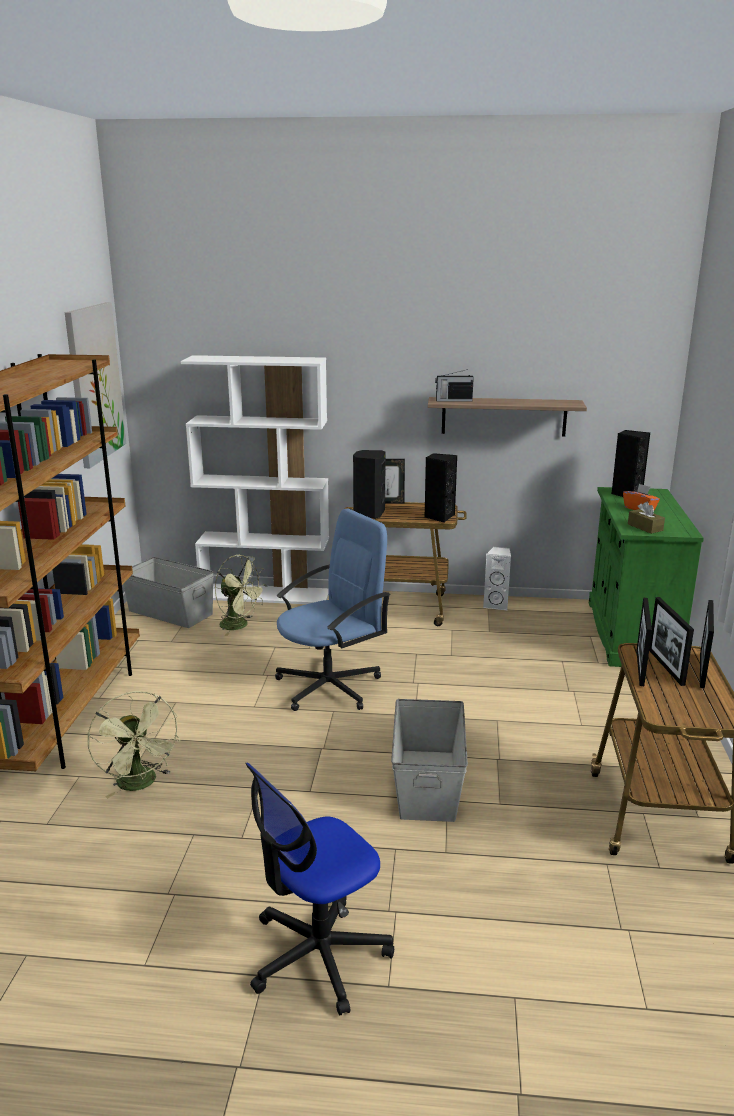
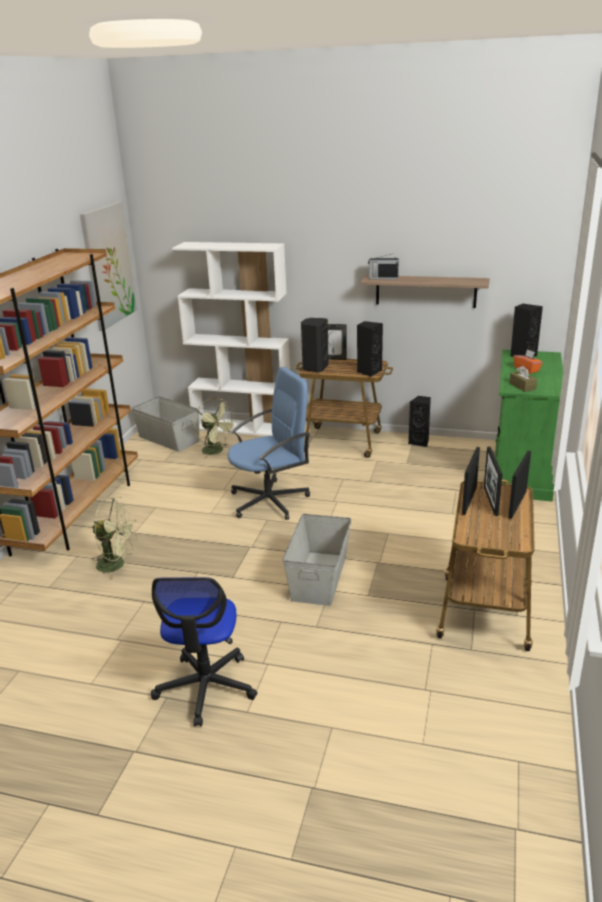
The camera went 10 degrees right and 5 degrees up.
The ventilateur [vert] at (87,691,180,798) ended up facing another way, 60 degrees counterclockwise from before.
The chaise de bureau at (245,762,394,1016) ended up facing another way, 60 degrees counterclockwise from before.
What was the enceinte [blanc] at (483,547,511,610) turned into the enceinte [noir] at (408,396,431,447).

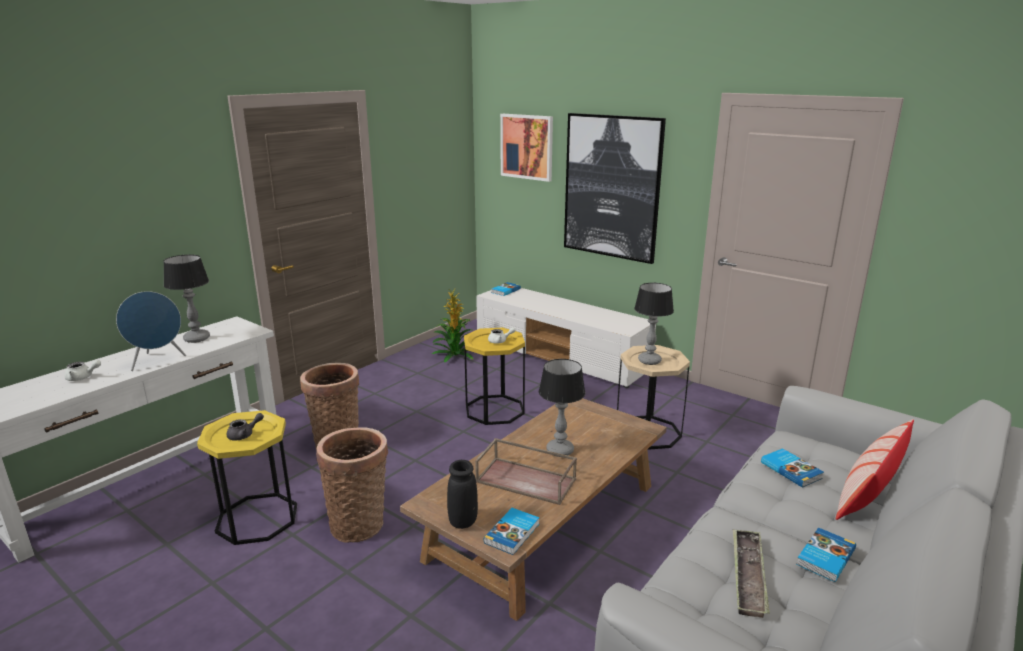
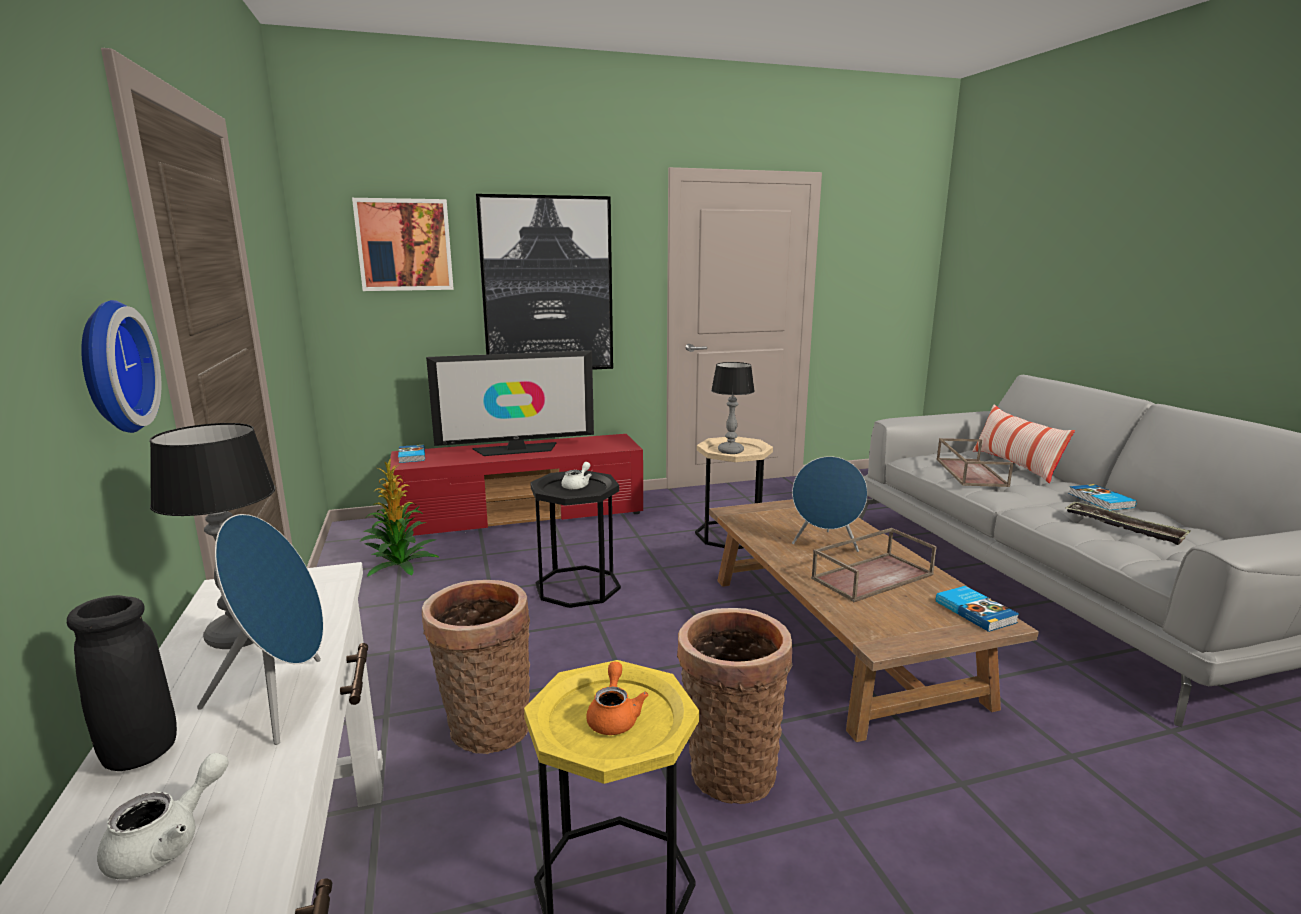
The camera went 55 degrees left and 5 degrees down.
The vase [noir] ended up elsewhere, having gone from (447,460,478,529) to (67,595,177,771).
The second view gained the horloge murale at (81,300,161,433).
What was the meuble télé [blanc] at (476,288,656,388) turned into the meuble télé [rouge] at (390,434,643,536).
The second view gained the téléviseur at (426,350,594,456).
What was the table d'appoint [jaune] at (464,328,525,425) turned into the table d'appoint [noir] at (530,470,621,608).
What was the théière [gris] at (227,413,264,441) turned into the théière [orange] at (586,662,648,735).
Where the lampe de table stood at (539,359,585,457), the enceinte [bleu] came to stand at (792,456,868,552).
Where the livre stood at (761,448,824,488), the plateau [marron] came to stand at (936,438,1013,487).

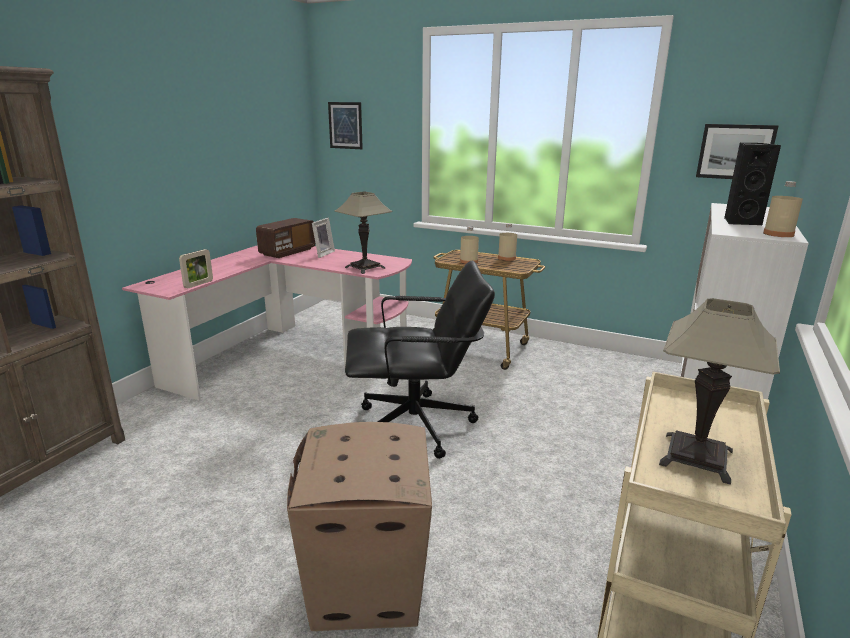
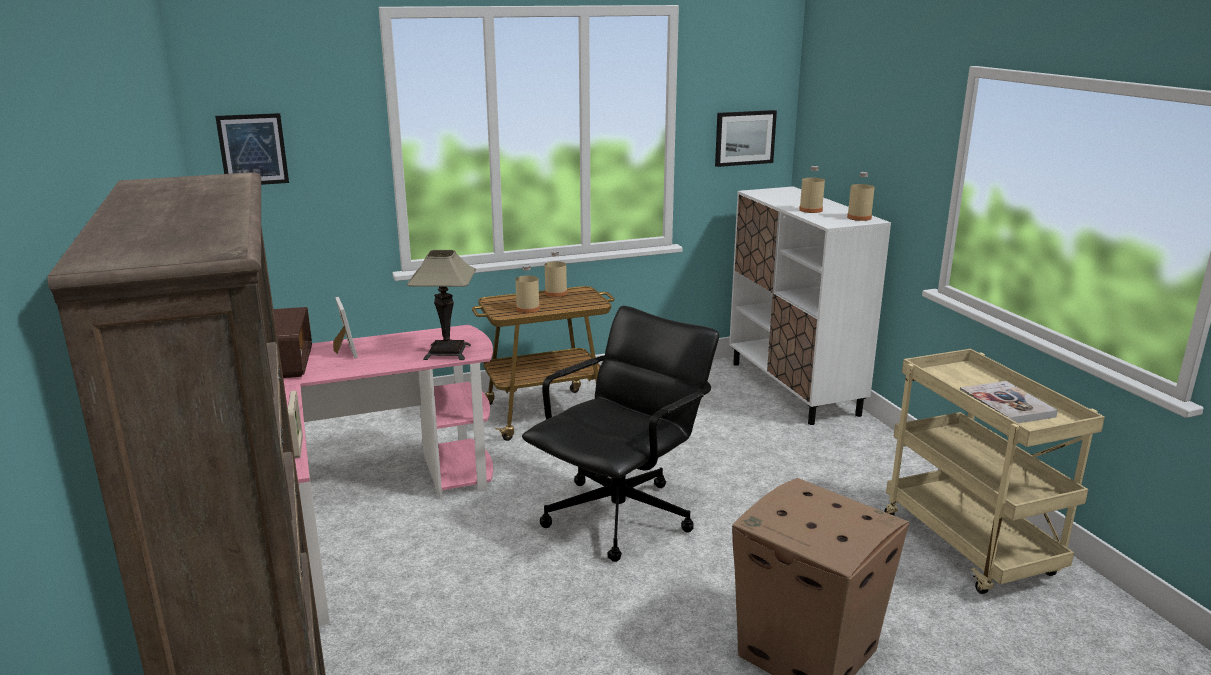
The camera went 45 degrees left and 0 degrees up.
Where the enceinte [noir] stood at (724,143,781,225), the bouteille [beige] came to stand at (799,166,825,213).
Where the lampe de table stood at (659,298,780,485), the livre came to stand at (960,381,1058,423).

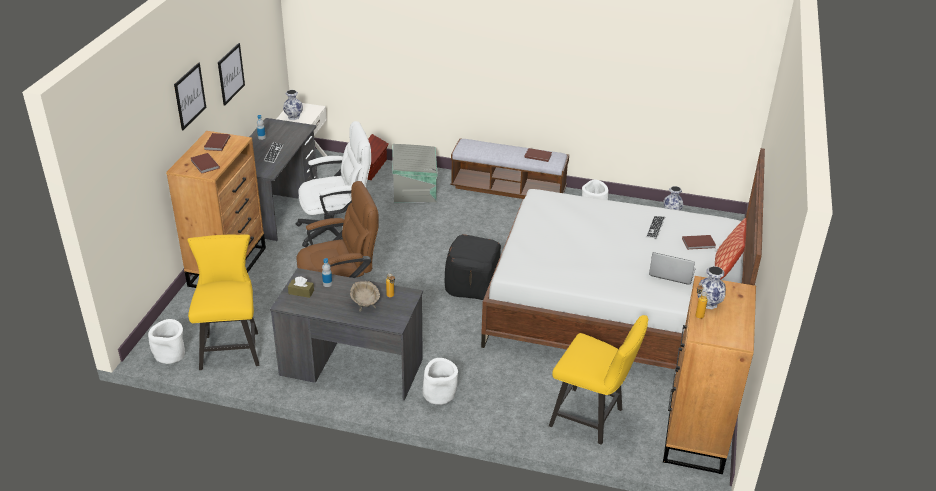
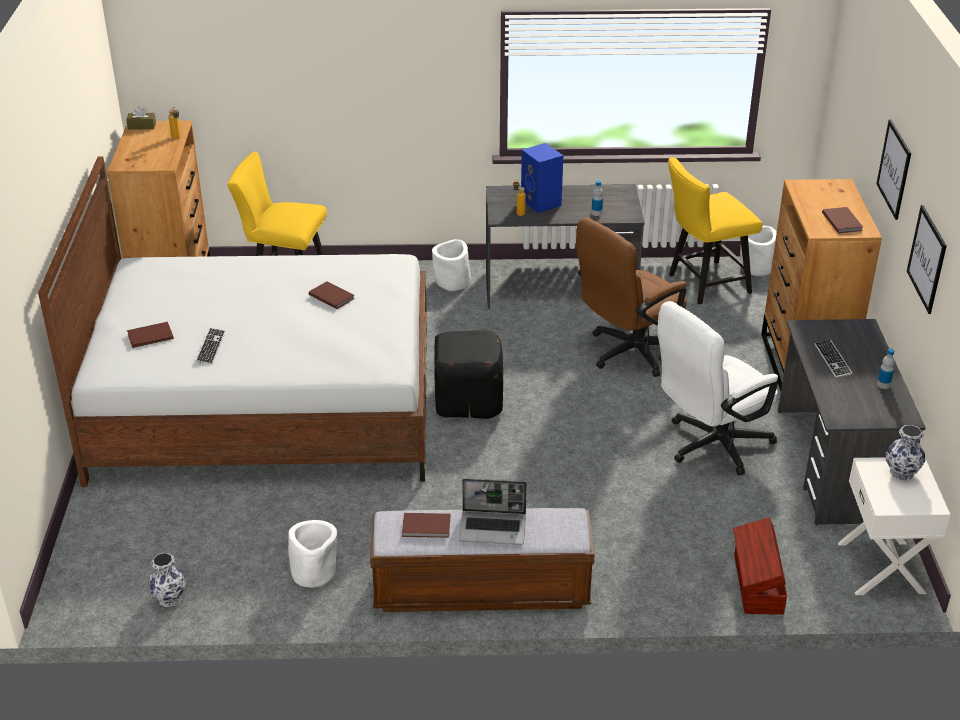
The camera went 165 degrees right and 0 degrees up.
The boîte à mouchoirs [marron] ended up elsewhere, having gone from (288,276,314,298) to (126,106,156,130).
The livre [marron] ended up elsewhere, having gone from (191,153,220,174) to (309,281,354,309).
The ordinateur portable ended up elsewhere, having gone from (649,252,695,285) to (459,478,527,545).
Where the bol [beige] stood at (350,281,380,312), the enceinte [bleu] came to stand at (521,143,563,213).
The chaise [jaune] at (187,235,259,370) ended up facing another way, 90 degrees clockwise from before.
The second view lost the boîte de rangement [gris] at (392,144,437,203).
The second view lost the vase at (697,266,726,309).
The second view lost the coussin at (715,218,747,280).

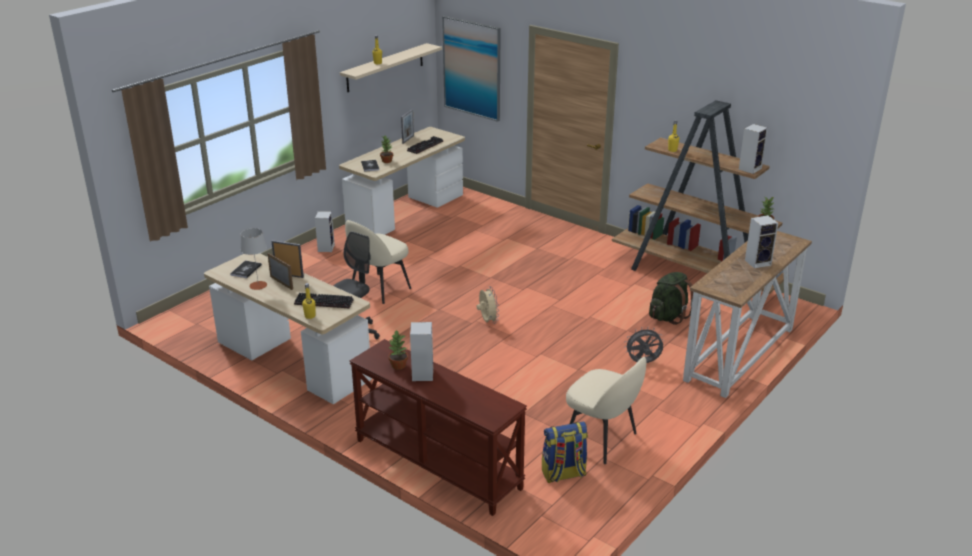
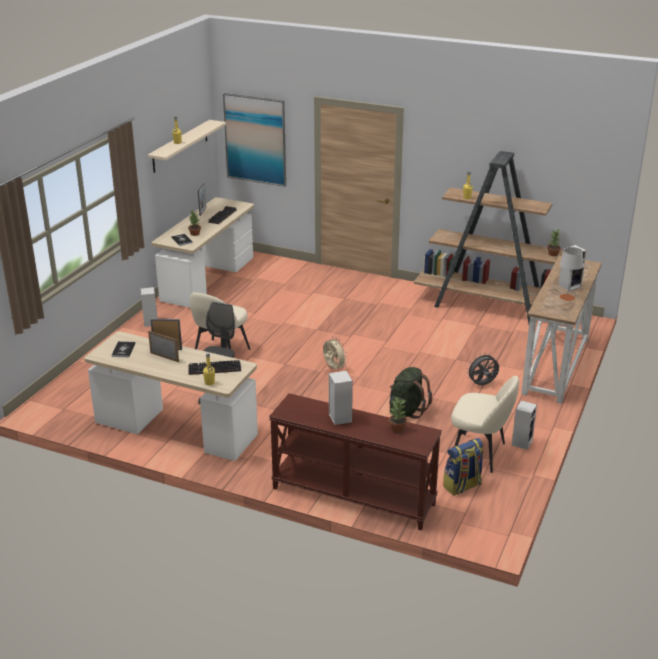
The camera went 15 degrees left and 0 degrees up.
The sac à dos [vert] ended up elsewhere, having gone from (649,272,693,325) to (389,367,432,419).
The plante en pot ended up elsewhere, having gone from (388,330,408,370) to (389,397,407,432).
The enceinte ended up elsewhere, having gone from (739,124,768,174) to (512,400,537,450).
The lampe de table [gris] ended up elsewhere, having gone from (240,228,267,290) to (559,247,583,301).

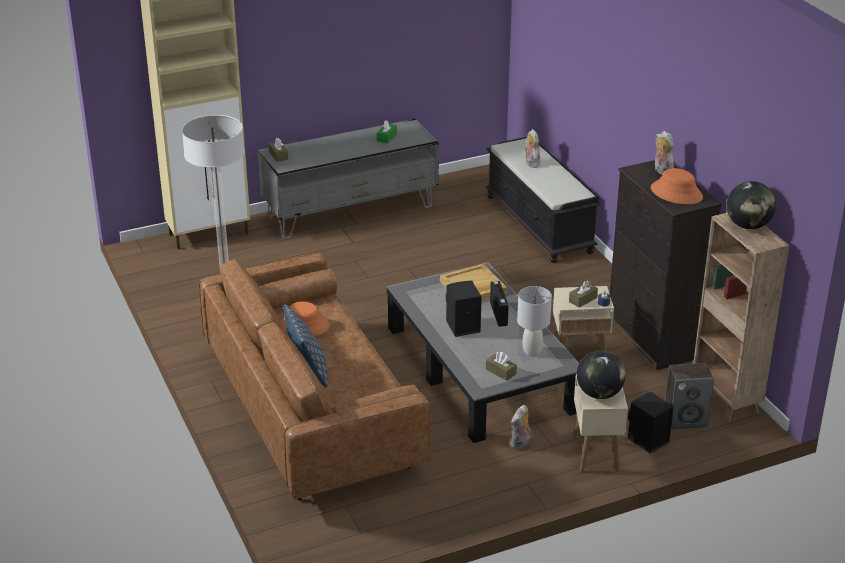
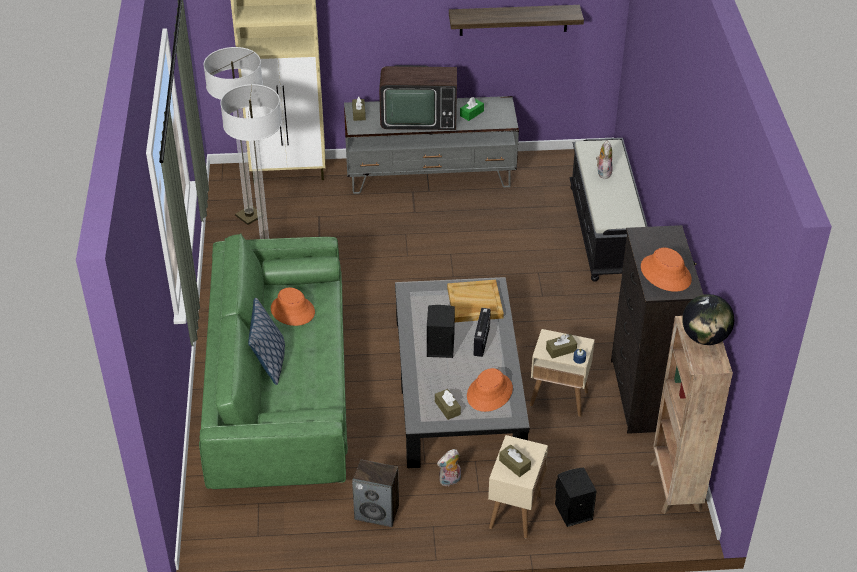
The camera went 20 degrees right and 10 degrees up.
What was the canapé [marron] at (199,253,431,501) turned into the canapé [vert] at (199,233,348,489).
The second view gained the lampadaire at (203,47,263,225).
The enceinte ended up elsewhere, having gone from (665,363,714,429) to (352,459,399,527).
The second view gained the téléviseur at (379,65,457,130).
The second view gained the étagère at (449,5,584,36).
Where the lampe de table [gris] stood at (517,286,552,356), the chapeau [orange] came to stand at (467,368,513,412).
Where the globe stood at (577,350,626,399), the boîte à mouchoirs [marron] came to stand at (499,444,531,477).
The second view lost the peluche at (655,131,674,175).

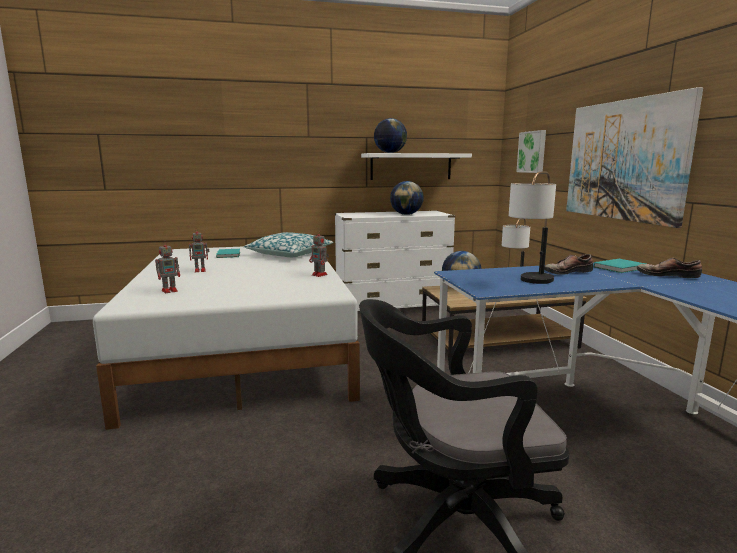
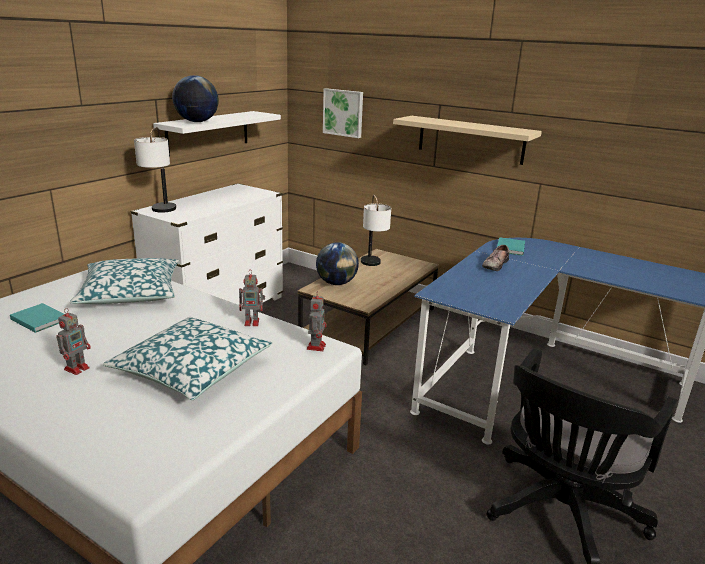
The camera went 45 degrees left and 10 degrees up.
The second view gained the coussin at (103,317,272,400).
The lampe de table ended up elsewhere, having gone from (509,172,556,284) to (134,127,176,213).
The robot jouet ended up elsewhere, having gone from (155,241,180,293) to (307,291,327,351).
Where the tableau hung at (566,87,703,228), the étagère [beige] came to hang at (393,116,542,165).
The second view lost the globe at (390,181,424,215).
The second view lost the chaussure at (637,258,702,278).

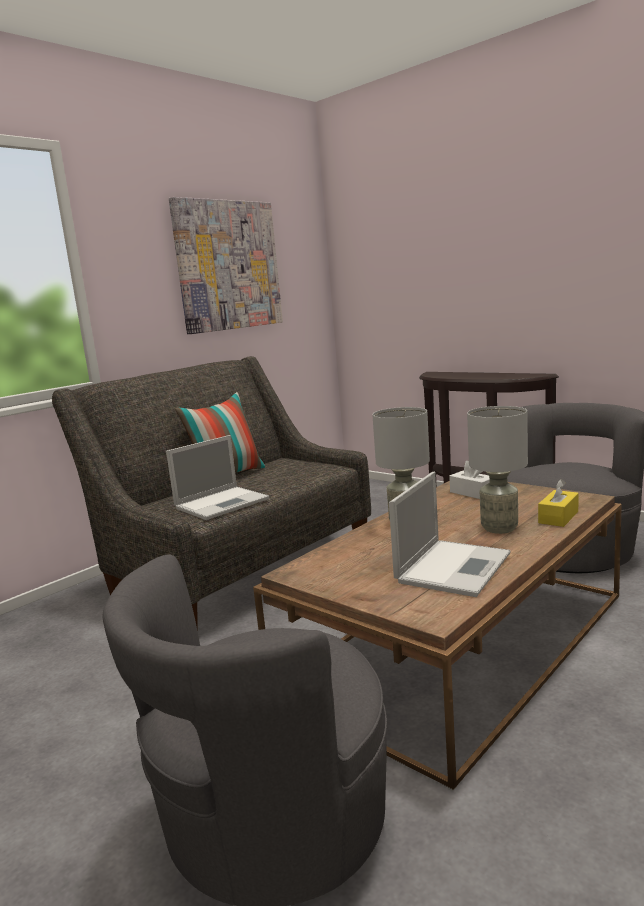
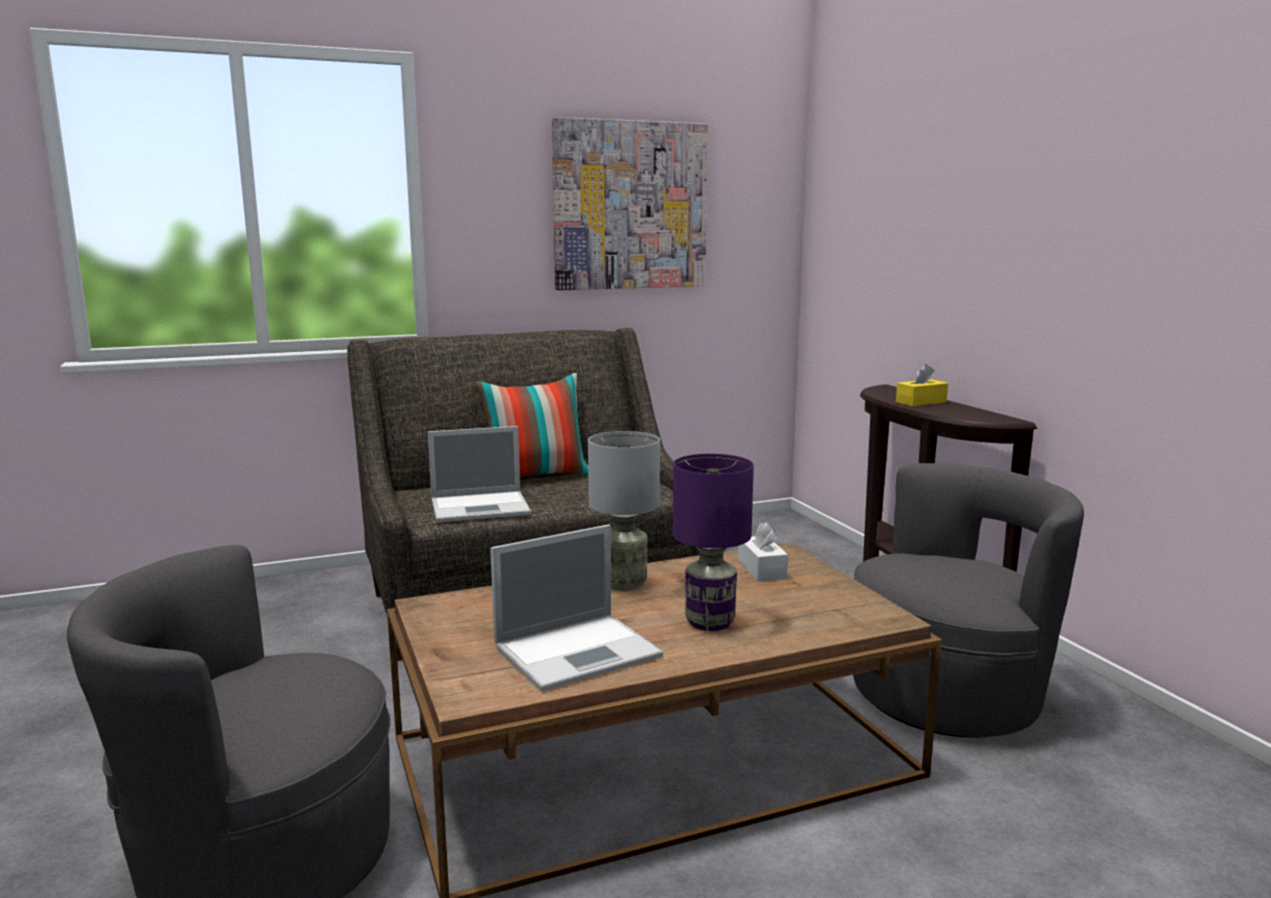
The camera went 25 degrees right and 0 degrees up.
What was the lampe de table [gris] at (467,406,528,534) turned into the lampe de table [violet] at (673,454,754,631).
The boîte à mouchoirs [jaune] ended up elsewhere, having gone from (538,479,578,527) to (896,364,948,406).

